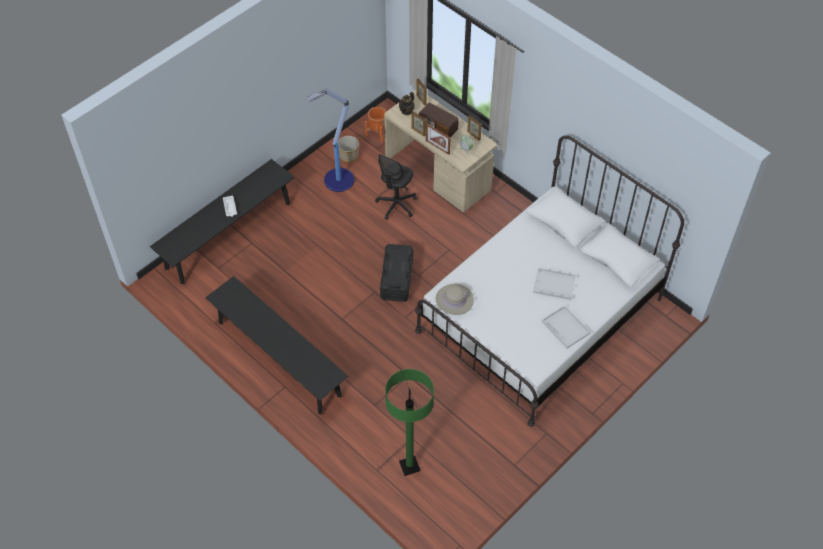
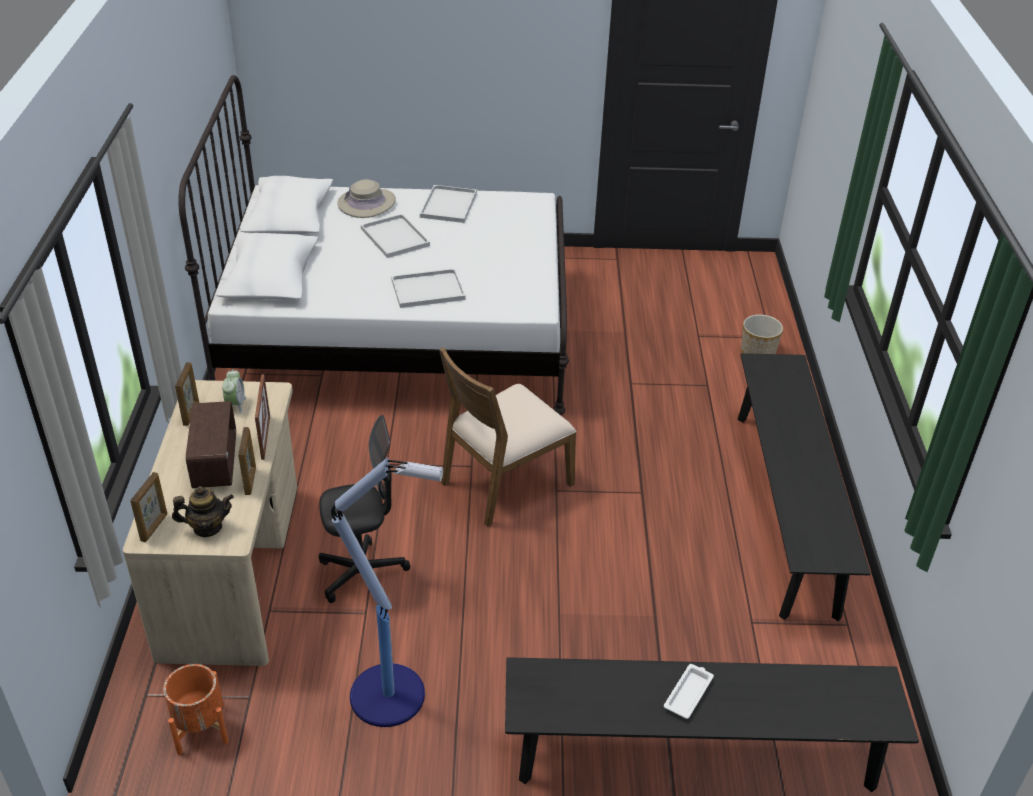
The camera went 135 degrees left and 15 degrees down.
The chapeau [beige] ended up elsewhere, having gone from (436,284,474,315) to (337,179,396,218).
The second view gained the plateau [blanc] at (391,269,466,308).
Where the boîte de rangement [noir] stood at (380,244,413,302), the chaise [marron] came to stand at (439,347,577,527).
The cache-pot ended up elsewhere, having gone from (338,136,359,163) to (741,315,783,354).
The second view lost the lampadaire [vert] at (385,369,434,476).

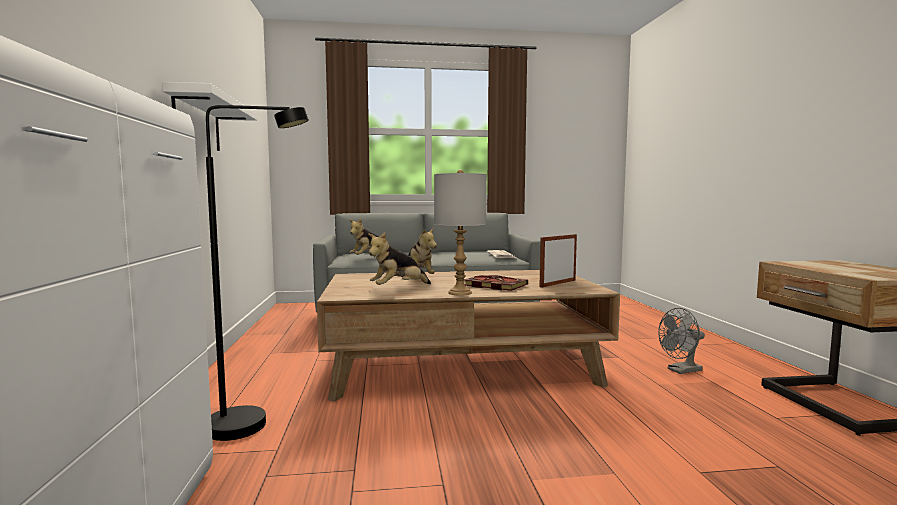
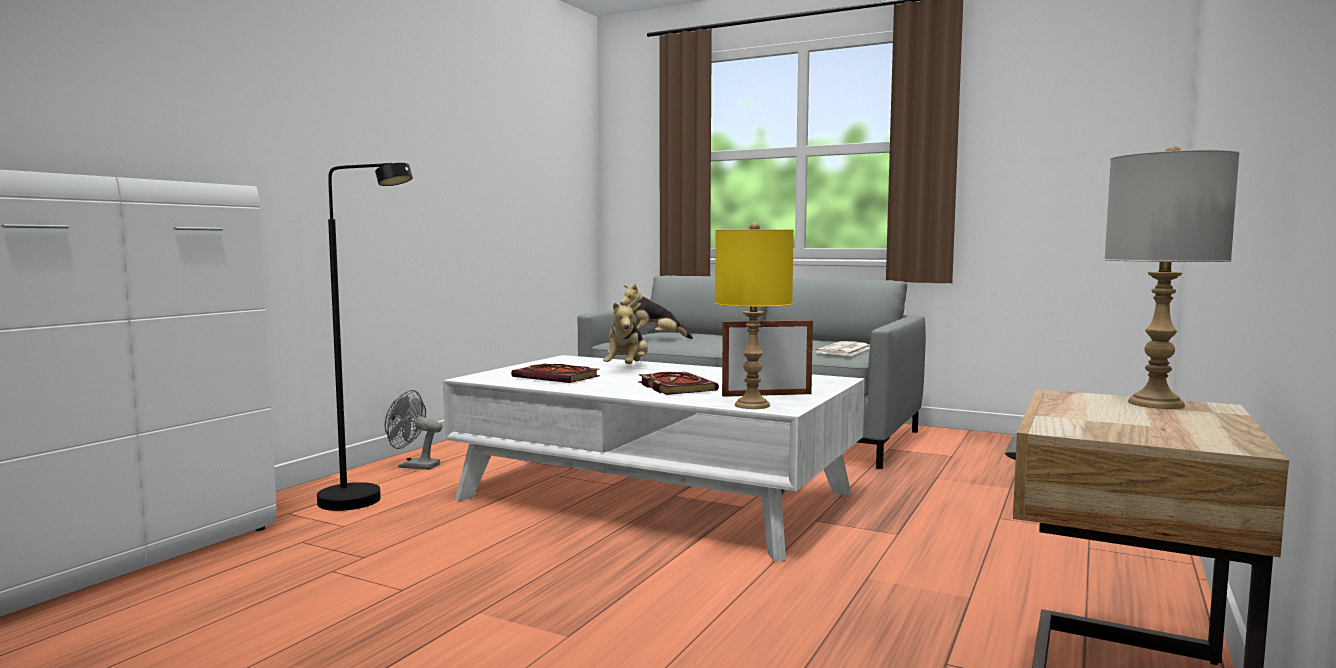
The camera went 35 degrees right and 0 degrees up.
The ventilateur [gris] ended up elsewhere, having gone from (658,308,705,374) to (385,390,442,470).
What was the table basse [marron] at (317,270,620,402) turned into the table basse [blanc] at (443,355,865,561).
Where the peluche stood at (368,232,431,285), the livre came to stand at (511,363,600,383).
The second view gained the lampe de table [jaune] at (715,223,794,409).
The lampe de table [gris] ended up elsewhere, having gone from (434,170,487,296) to (1105,146,1240,409).
The second view lost the étagère [blanc] at (162,82,257,151).

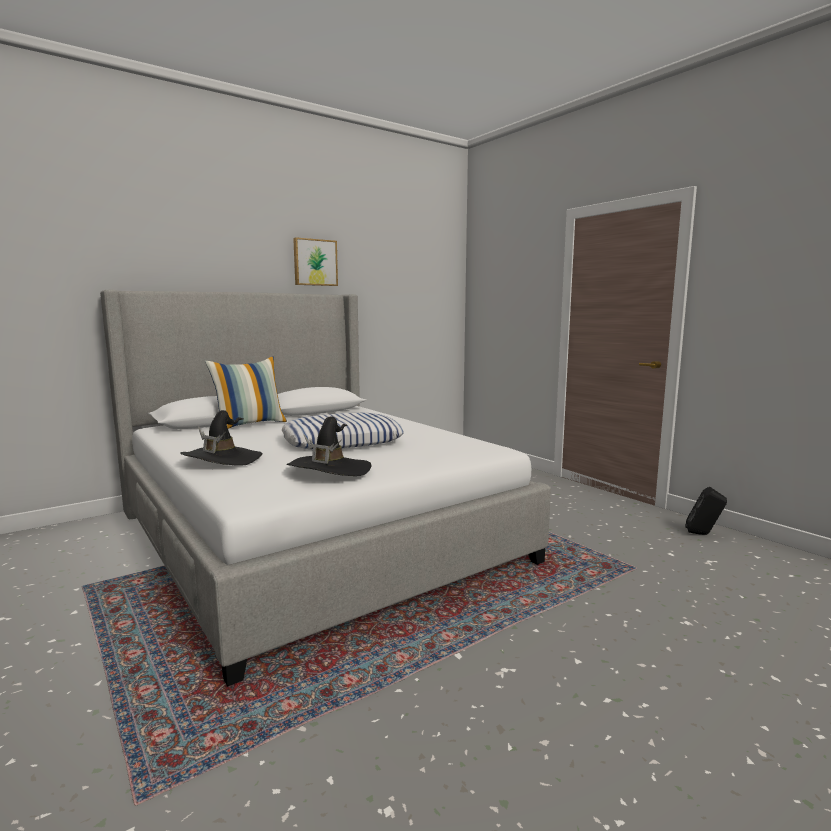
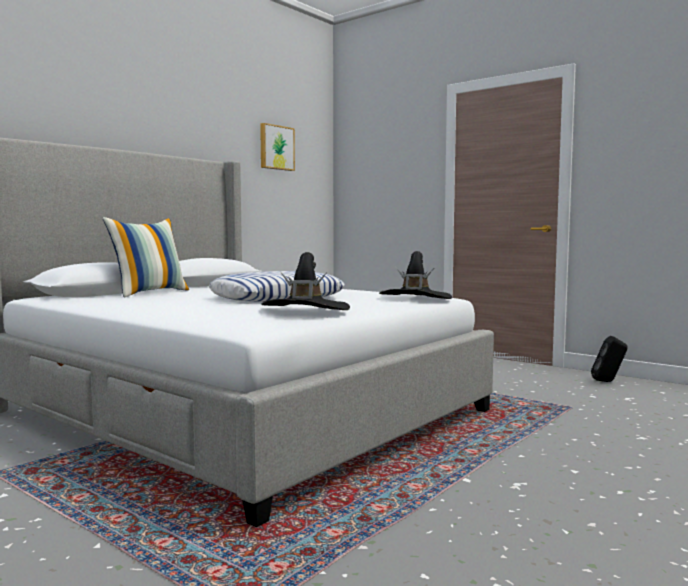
The camera went 15 degrees left and 5 degrees down.
The tableau ended up elsewhere, having gone from (293,237,338,286) to (260,123,295,171).
The chapeau [noir] ended up elsewhere, having gone from (180,410,262,465) to (379,251,452,299).

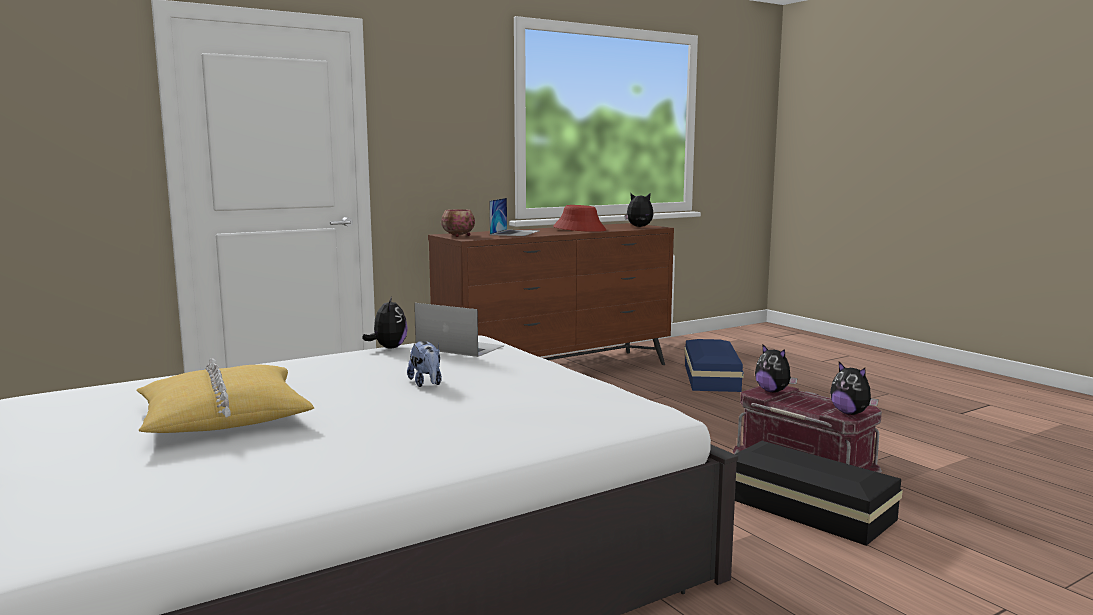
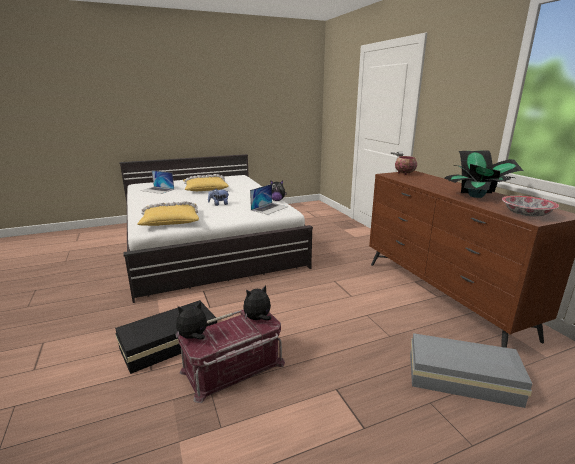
The camera went 100 degrees right and 10 degrees up.
The second view gained the coussin [jaune] at (137,201,199,226).
The ordinateur portable ended up elsewhere, having gone from (489,198,539,236) to (141,170,174,194).
What was the boîte de rangement [bleu] at (684,339,744,392) turned into the boîte de rangement [gris] at (410,333,532,408).
Where the chapeau [rouge] stood at (553,205,606,232), the plante en pot came to stand at (444,150,524,198).
Where the peluche stood at (625,193,654,227), the bol came to stand at (502,196,559,217).

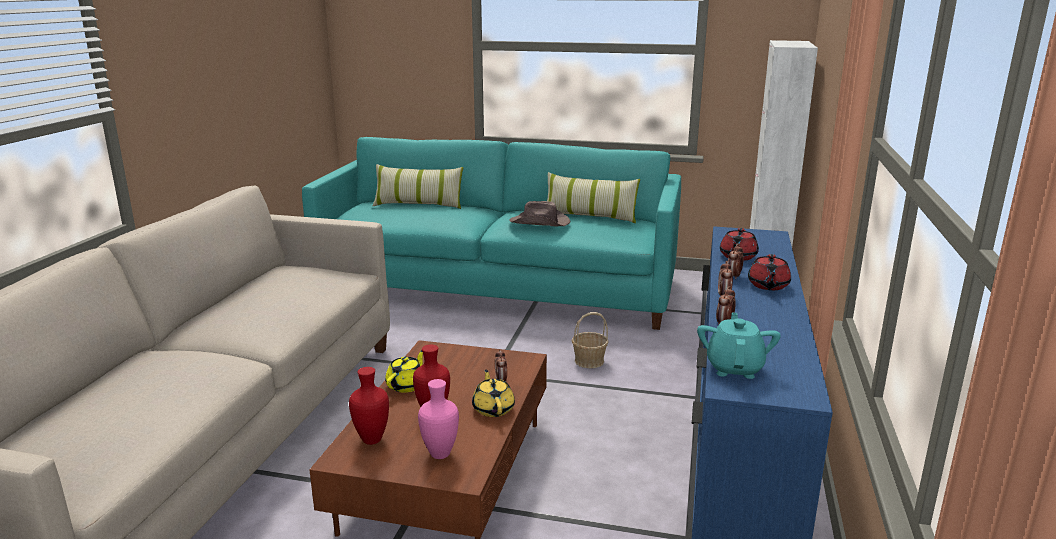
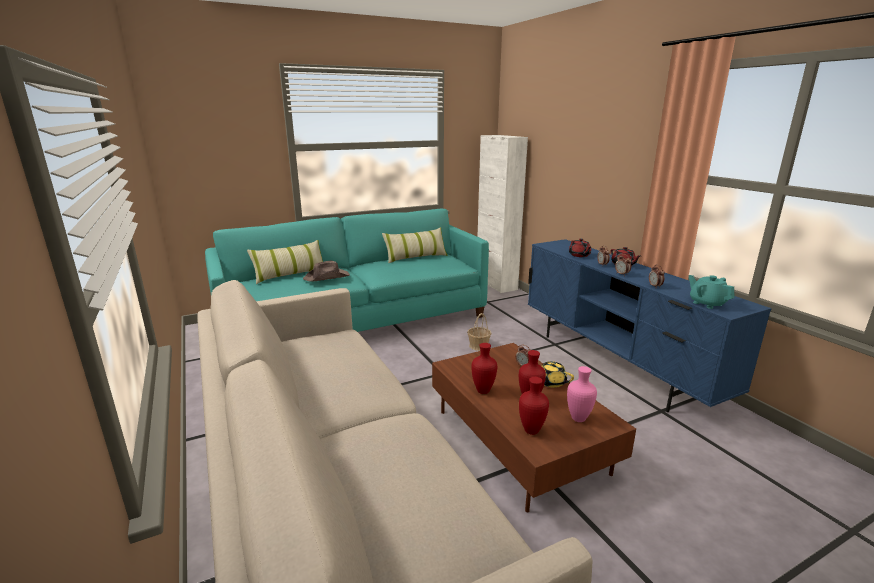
The camera went 40 degrees left and 0 degrees up.
The chapeau [marron] ended up elsewhere, having gone from (509,201,570,227) to (303,261,350,281).
Where the théière [jaune] stood at (385,350,423,393), the vase [rouge] came to stand at (471,343,497,394).

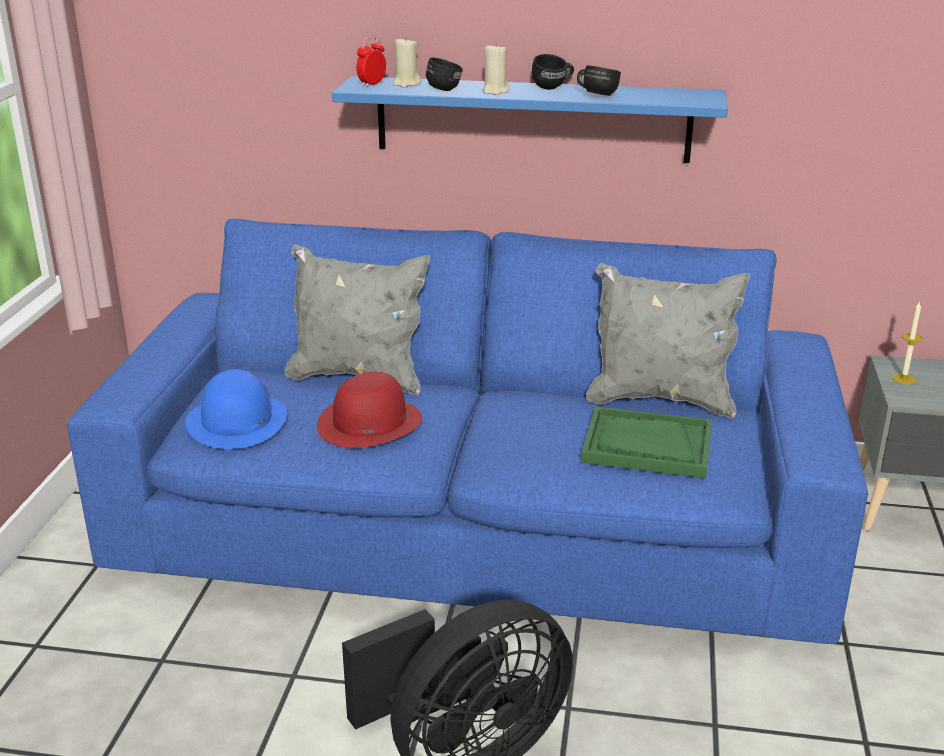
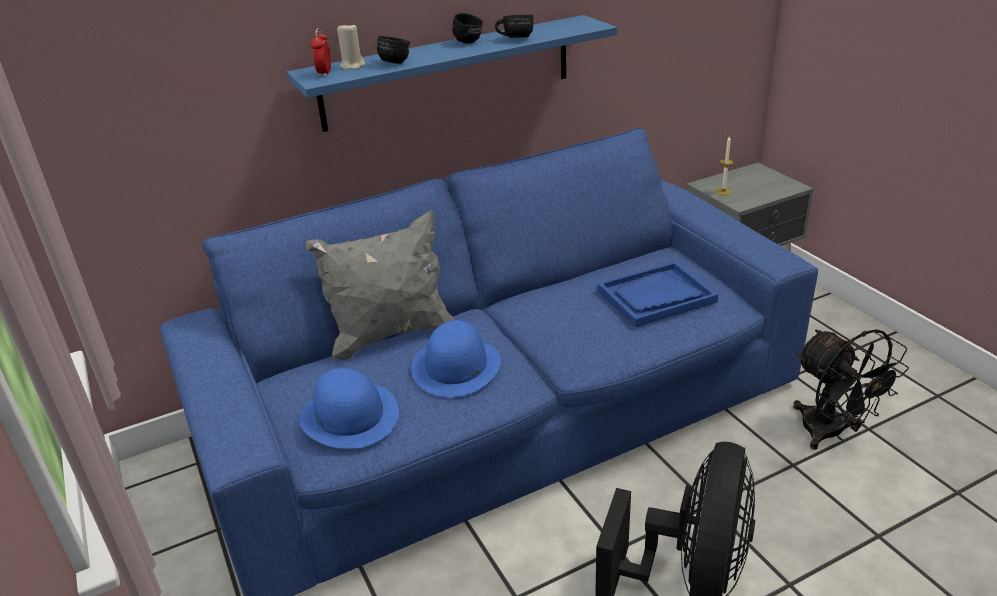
The camera went 35 degrees left and 5 degrees up.
What was the chapeau [rouge] at (317,372,422,448) turned into the chapeau [bleu] at (411,320,501,397).
What was the plateau [vert] at (581,406,712,478) turned into the plateau [bleu] at (598,261,718,327).
The second view gained the ventilateur [noir] at (793,329,909,450).
The second view lost the bougie [beige] at (482,43,510,95).
The second view lost the coussin [gris] at (586,263,750,419).

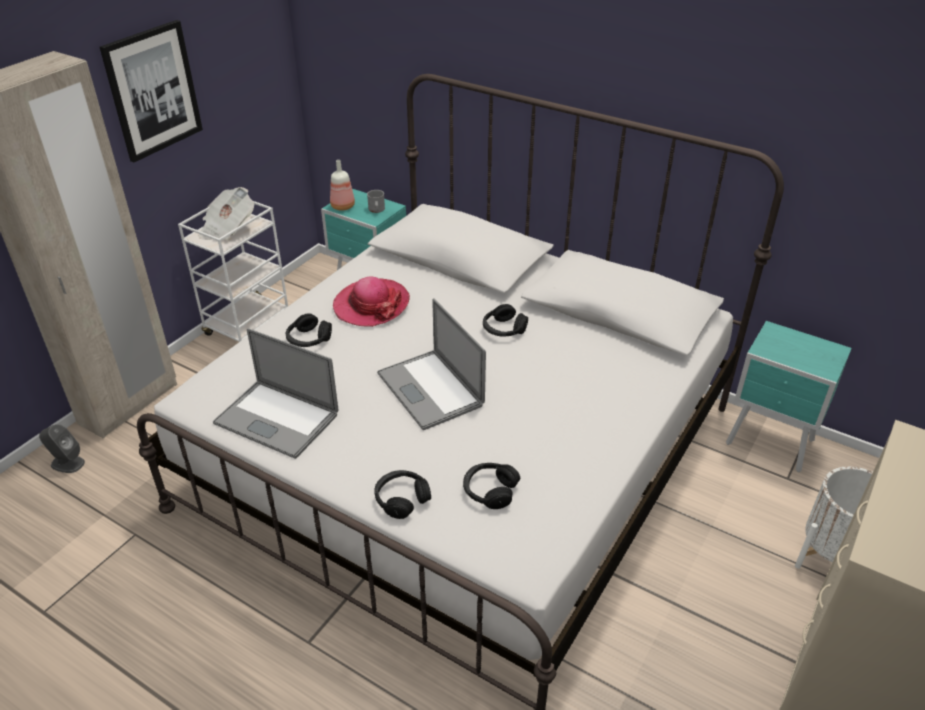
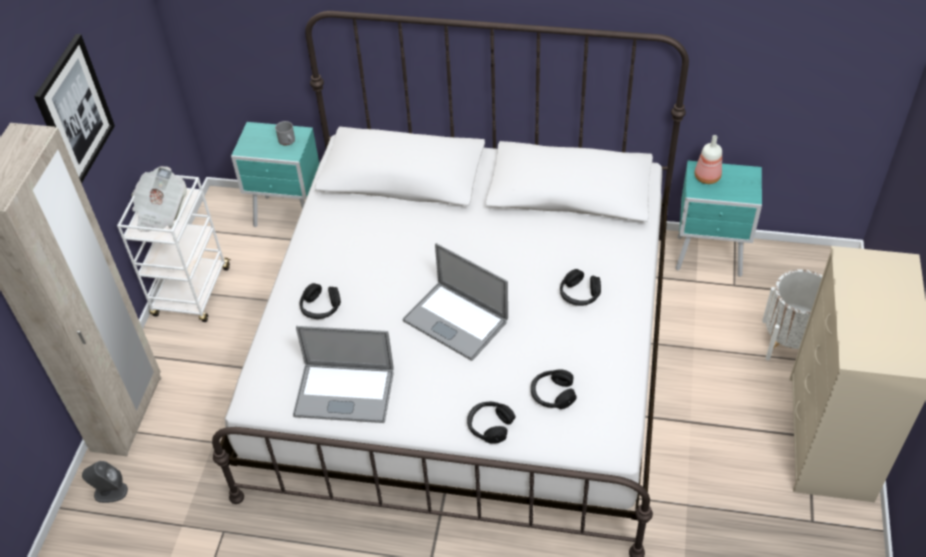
The camera went 20 degrees left and 10 degrees up.
The casque audio [noir] ended up elsewhere, having gone from (483,304,528,337) to (560,269,601,306).
The bouteille ended up elsewhere, having gone from (330,160,355,211) to (694,135,722,184).
The second view lost the chapeau at (333,277,410,327).

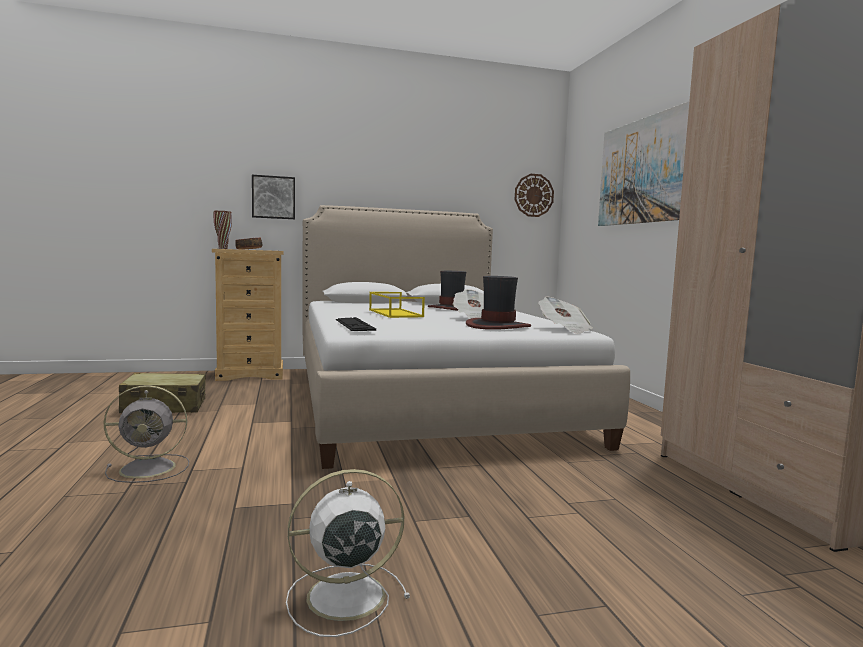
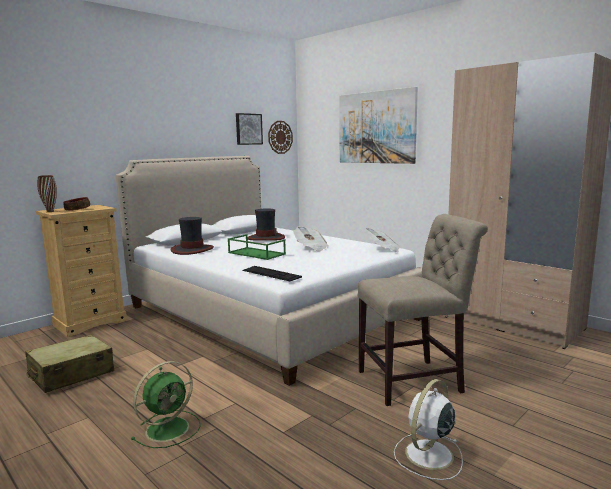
The camera went 30 degrees left and 5 degrees up.
What was the ventilateur [gris] at (104,385,189,483) turned into the ventilateur [vert] at (131,361,201,448).
The chapeau ended up elsewhere, having gone from (466,276,531,330) to (171,217,214,255).
What was the plateau [jaune] at (369,292,425,318) turned into the plateau [vert] at (228,234,286,260).
The tableau ended up elsewhere, having gone from (252,175,295,219) to (236,113,263,145).
The second view gained the chaise [beige] at (358,214,488,406).

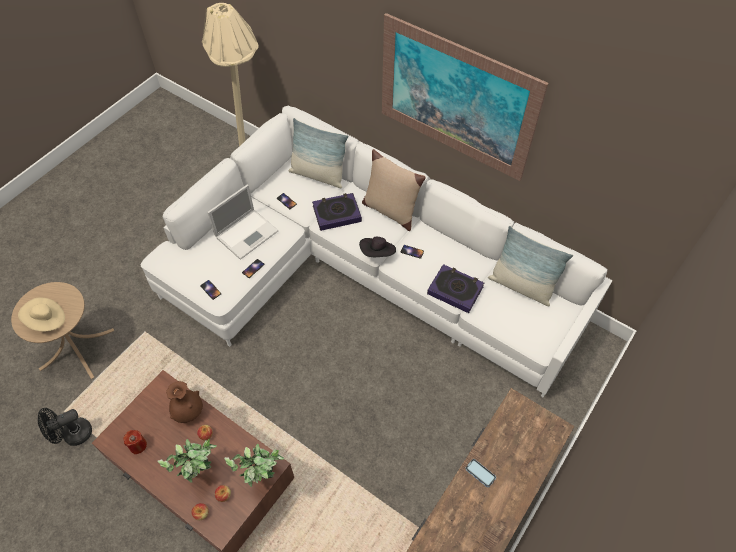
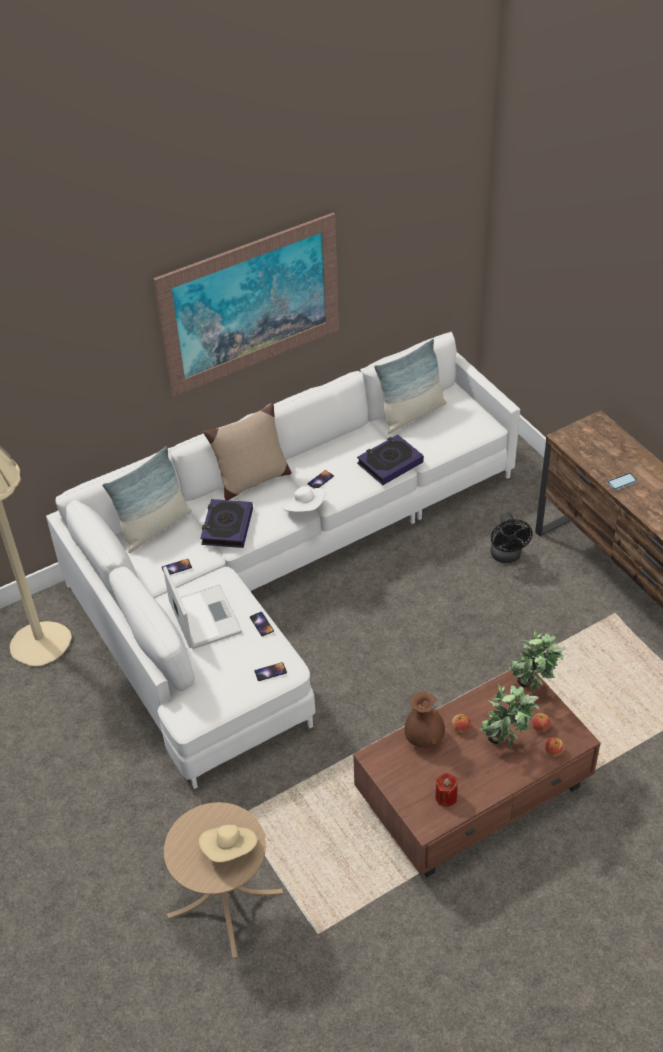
The camera went 65 degrees left and 10 degrees down.
What was the chapeau [noir] at (359,237,396,257) turned into the chapeau [blanc] at (283,486,326,512).
The ventilateur [noir] ended up elsewhere, having gone from (38,408,92,446) to (490,512,533,563).

